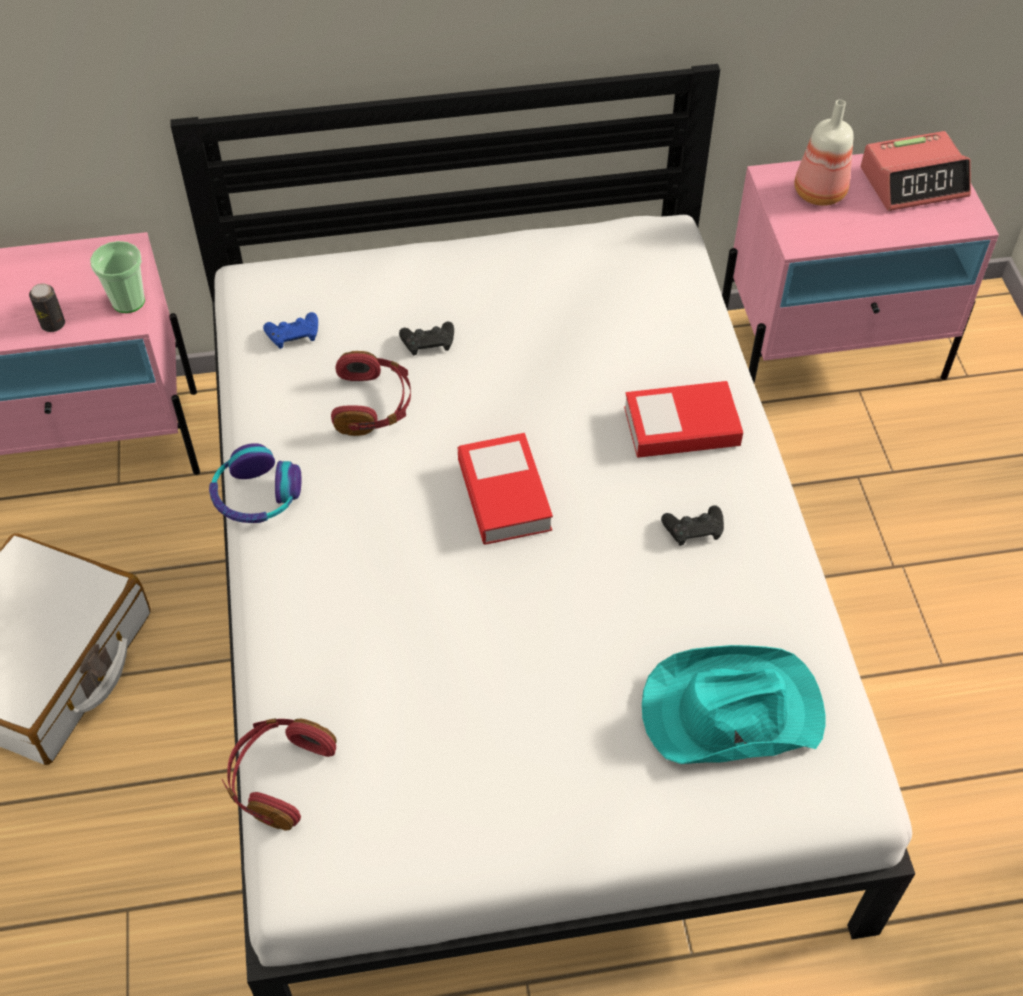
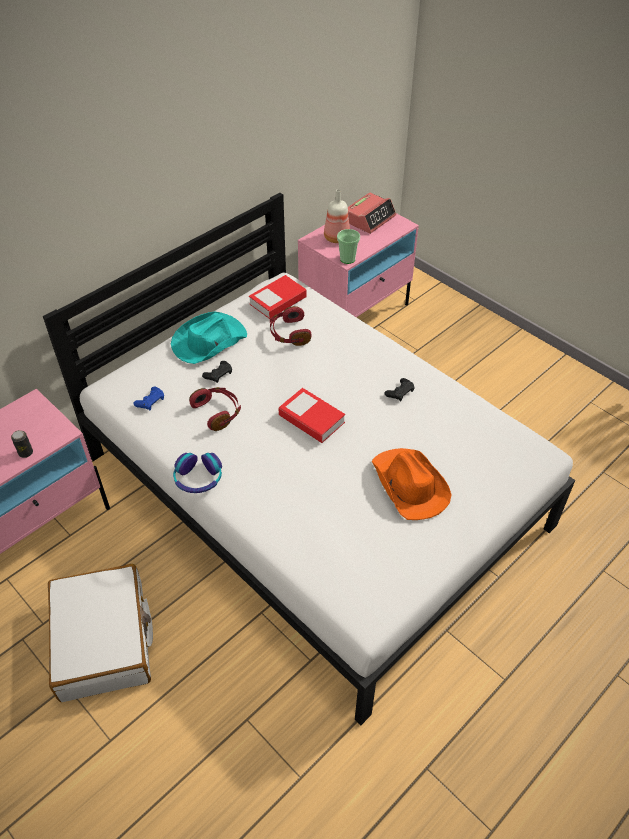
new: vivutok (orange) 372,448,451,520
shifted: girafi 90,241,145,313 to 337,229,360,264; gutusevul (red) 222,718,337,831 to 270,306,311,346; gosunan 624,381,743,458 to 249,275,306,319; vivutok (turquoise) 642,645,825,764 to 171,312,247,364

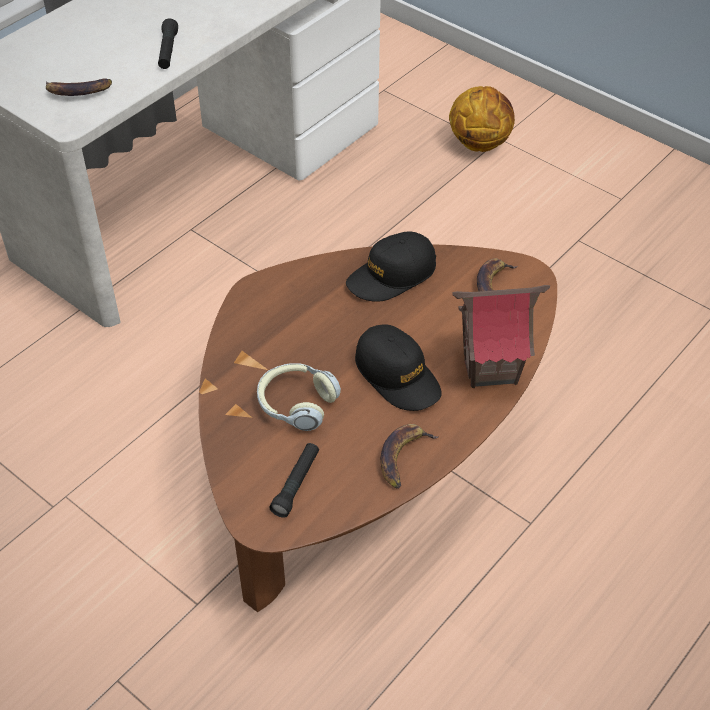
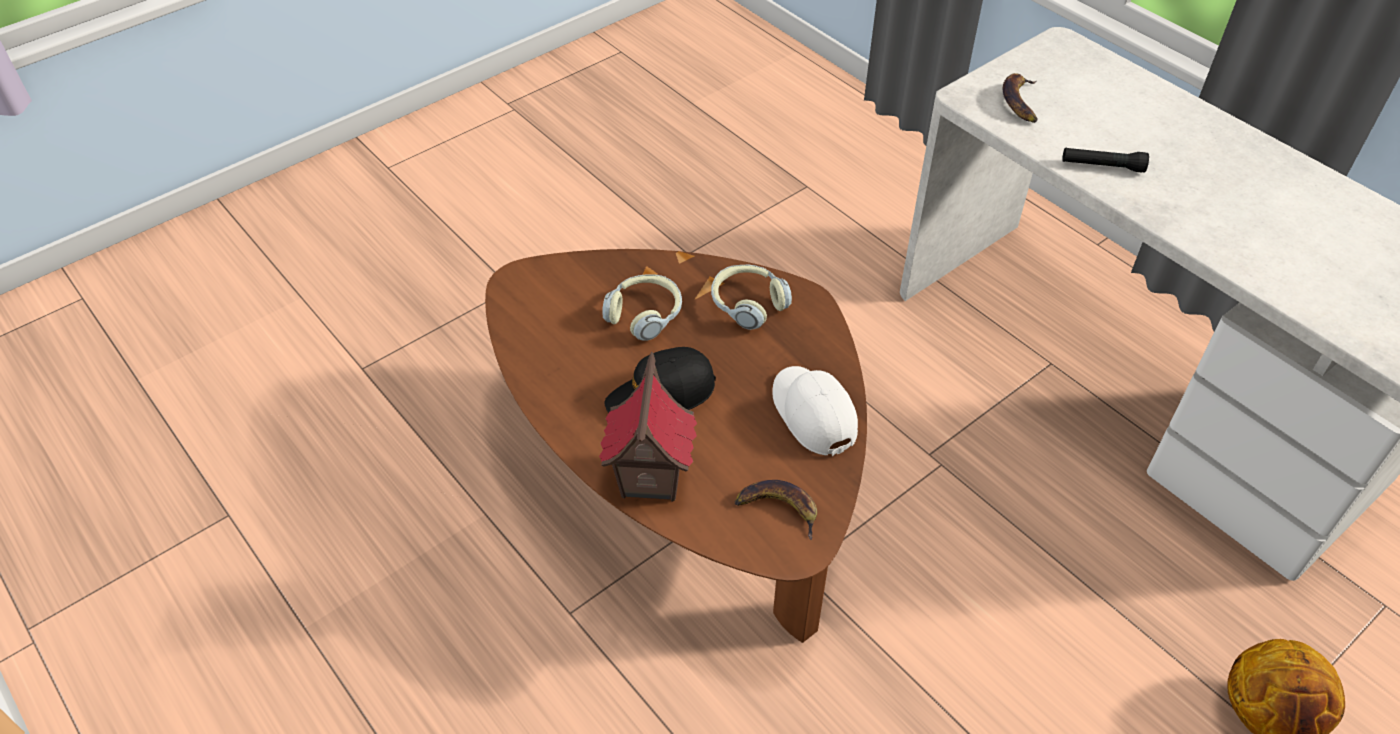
gone: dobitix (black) 269,443,319,518; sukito 380,424,439,489
new: gutusevul 711,265,792,330
repainted: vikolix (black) 346,231,436,302 to vikolix (white) 772,366,858,456

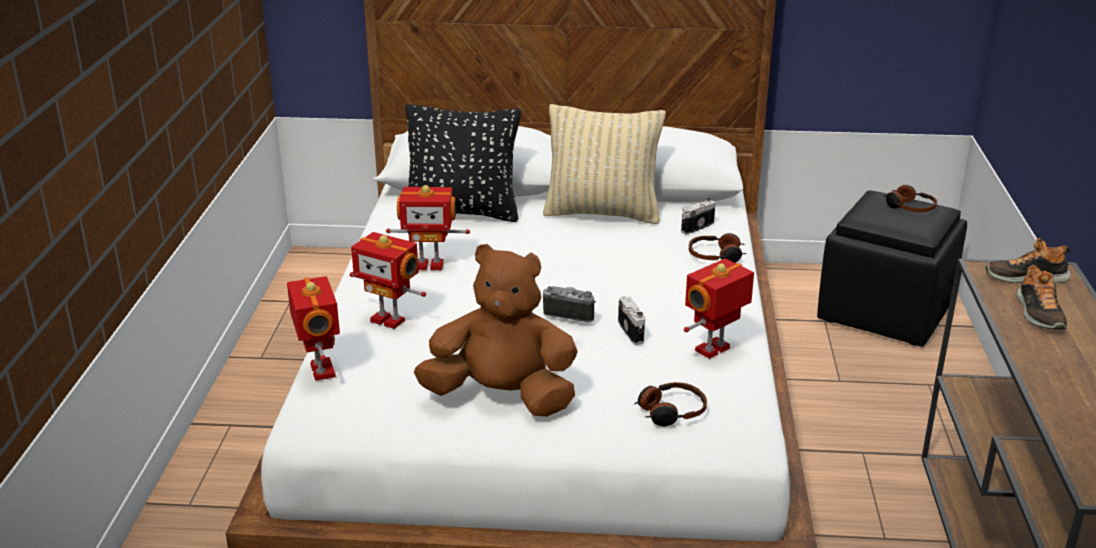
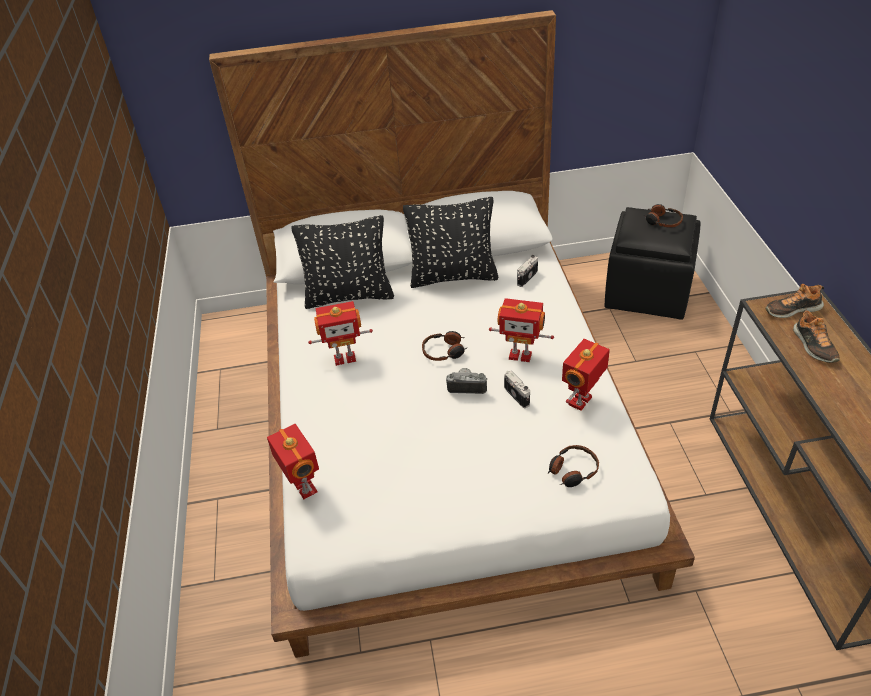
gone: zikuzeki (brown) 414,244,578,417
shifted: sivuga 350,232,426,329 to 489,298,554,362; gutusevul 689,233,747,263 to 422,331,467,361
repainted: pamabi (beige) 543,104,666,224 to pamabi (black) 403,197,499,288

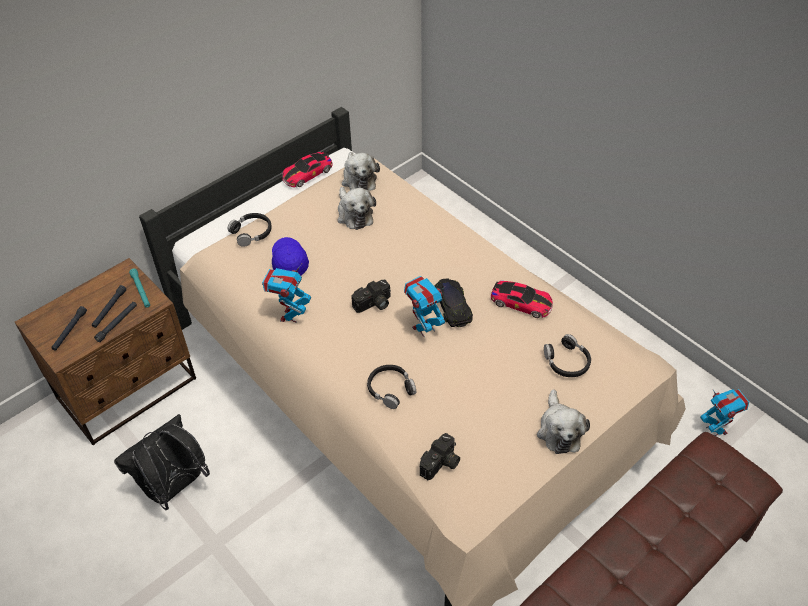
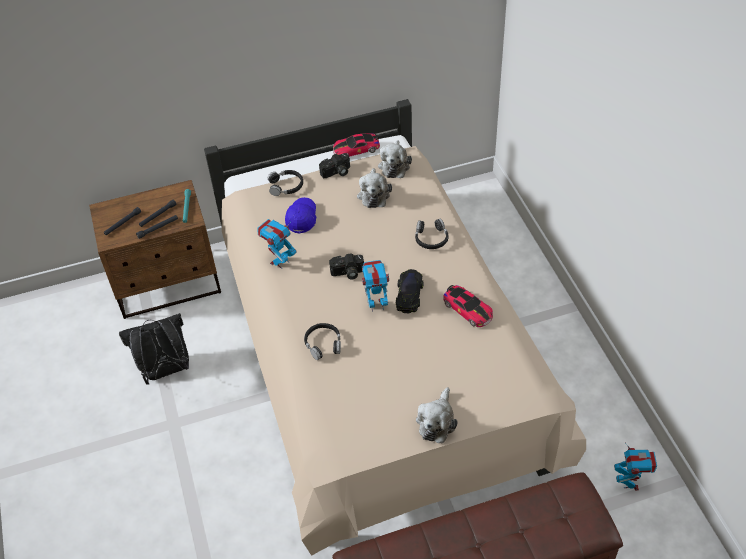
shifted: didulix 420,433,460,480 to 319,153,350,178; gutusevul (black) 544,334,591,377 to 415,219,449,249

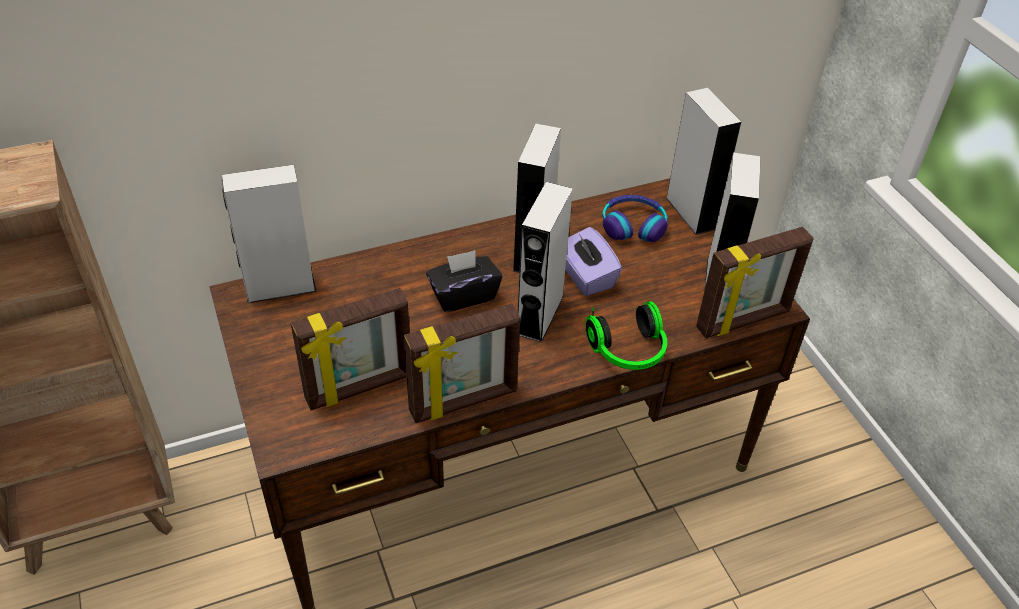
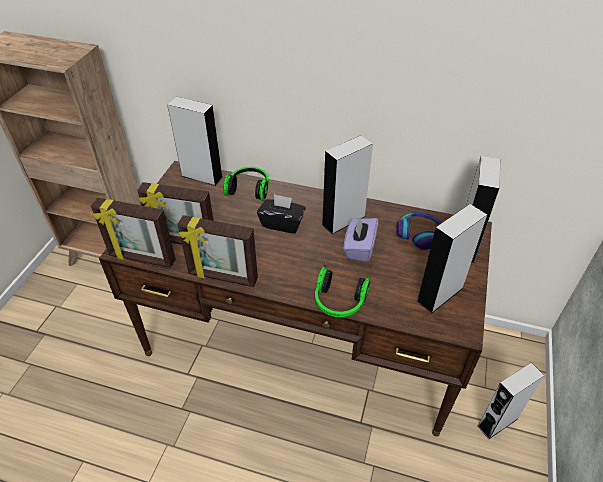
new: gutusevul 223,167,269,201
shifted: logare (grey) 518,182,573,342 to 477,363,545,439; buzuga 696,227,814,338 to 91,197,176,268

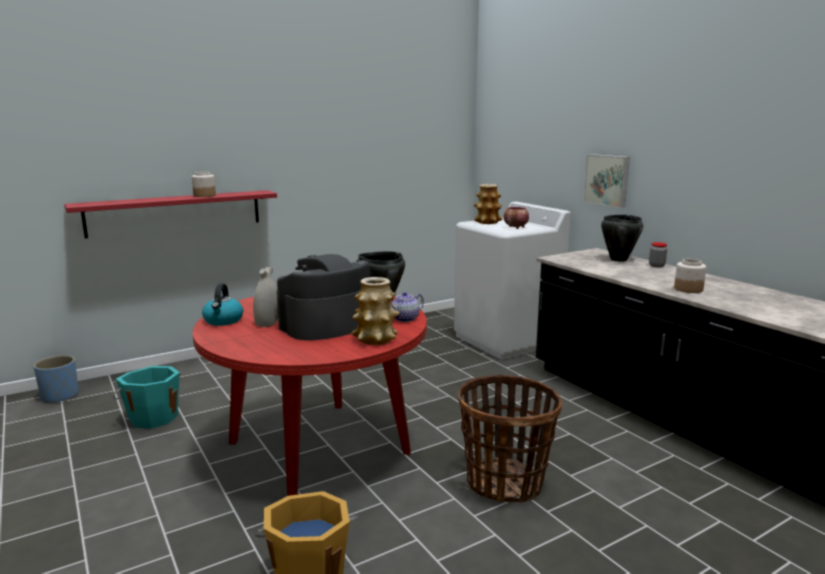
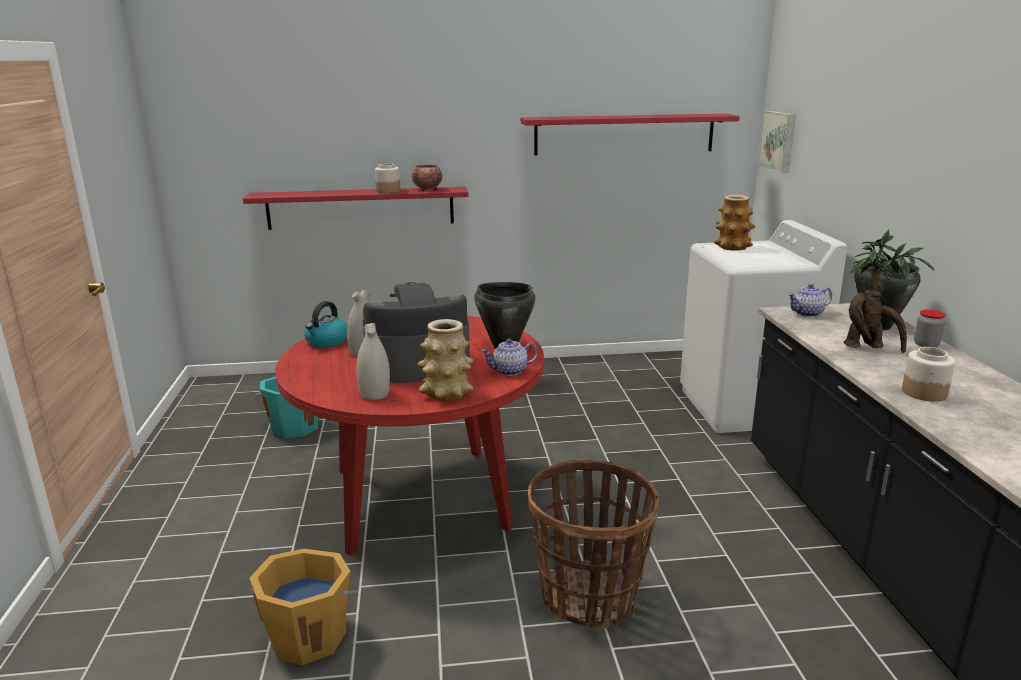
gone: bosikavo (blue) 33,355,79,404
new: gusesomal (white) 356,323,390,400; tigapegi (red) 520,114,740,155; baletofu 788,284,832,317; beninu 844,229,934,353
shifted: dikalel 504,207,529,229 to 412,165,442,191; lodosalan 583,154,630,208 to 758,111,796,173

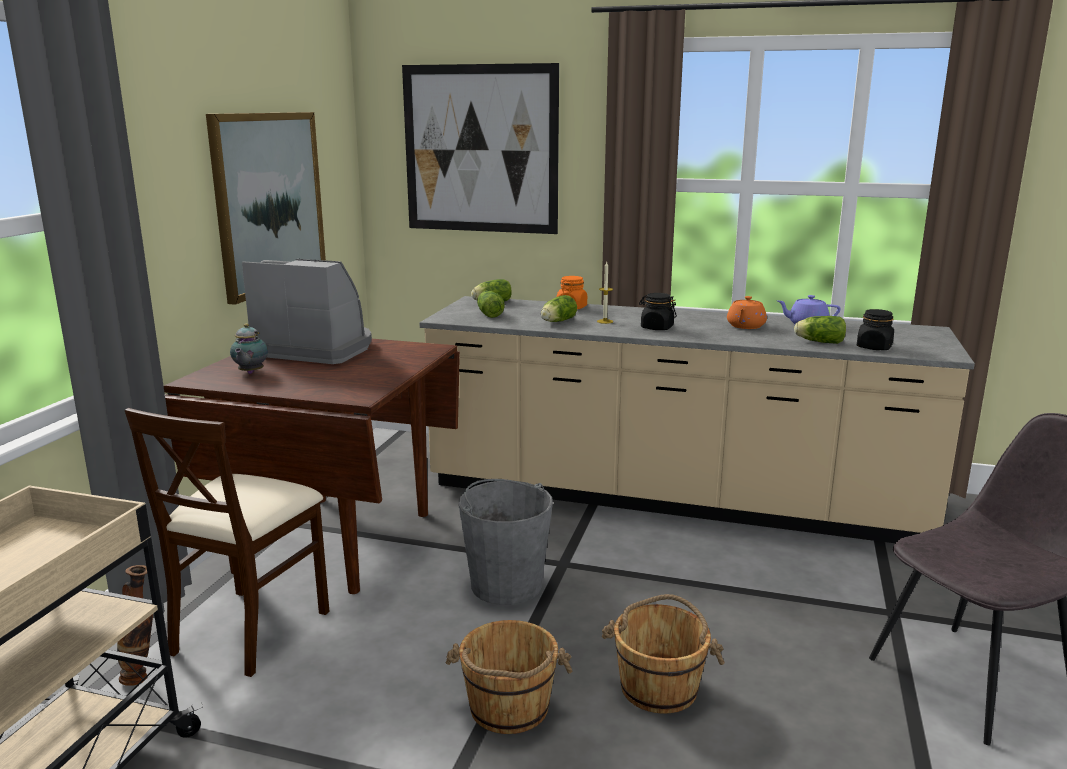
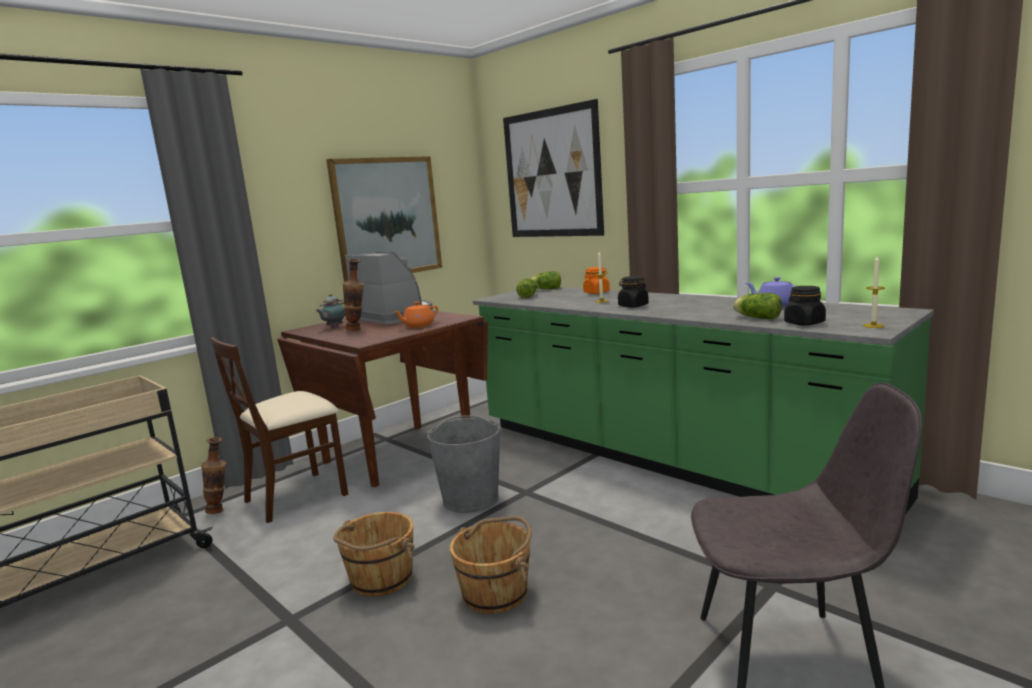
gone: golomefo 541,295,577,322
new: gusesomal 342,259,364,330; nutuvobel 863,256,885,328
shifted: baletofu (orange) 727,296,767,329 to 393,302,438,328
repainted: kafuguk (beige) 420,296,975,543 to kafuguk (green) 473,287,934,513

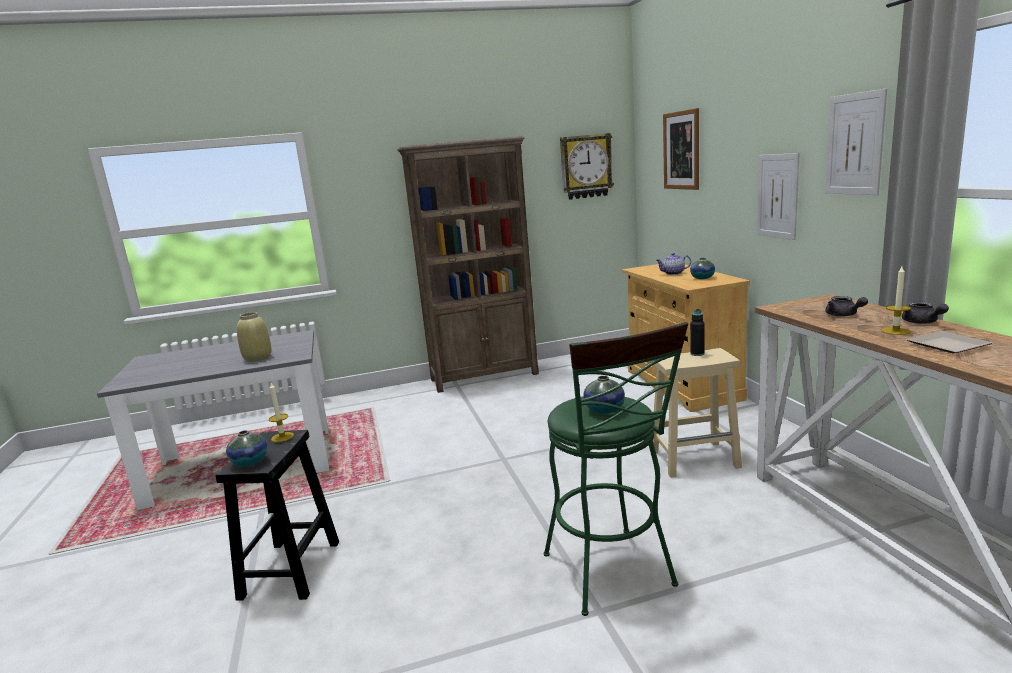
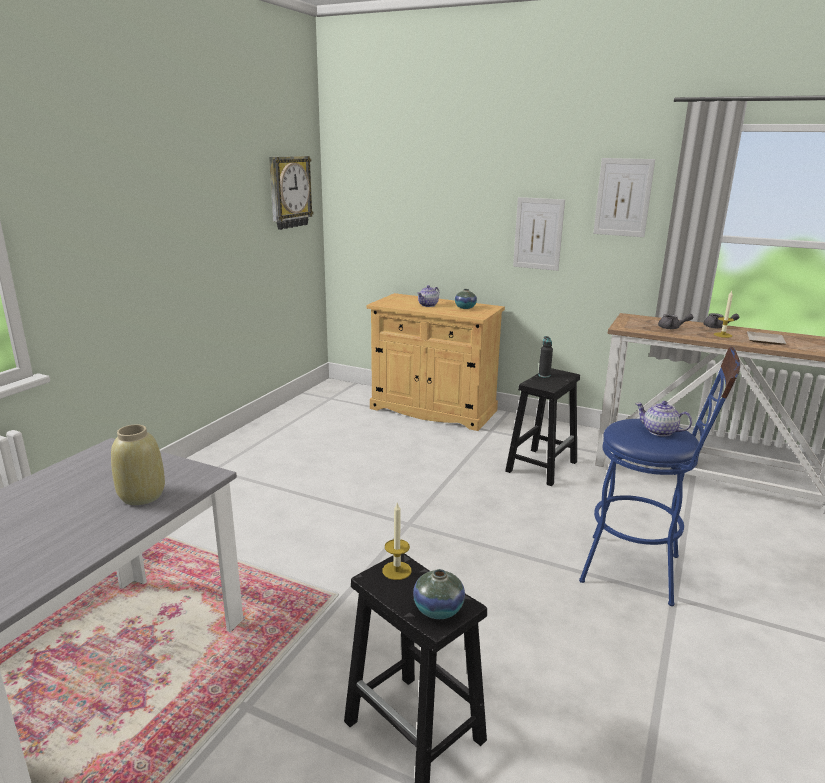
gone: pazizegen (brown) 398,136,539,393; lodosalan 663,108,699,190
swapped: gusesomal 583,376,625,414 to baletofu 635,401,692,437
repainted: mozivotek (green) 544,322,688,616 to mozivotek (blue) 579,347,740,606; mozivotek (beige) 651,348,742,478 to mozivotek (black) 505,368,580,486

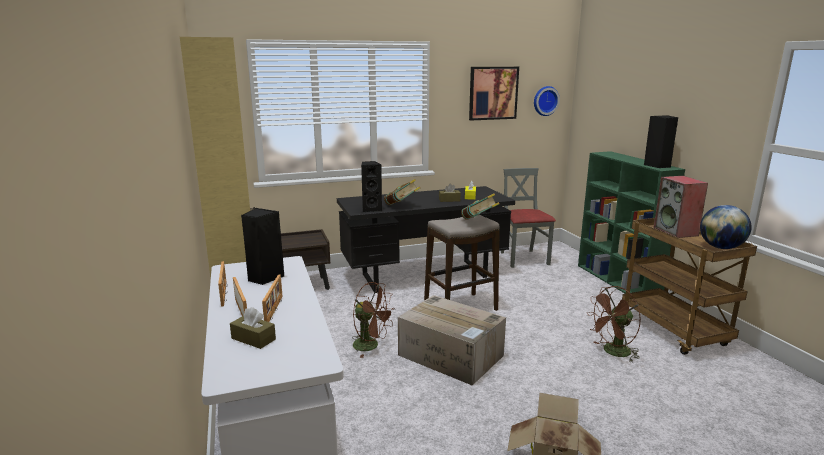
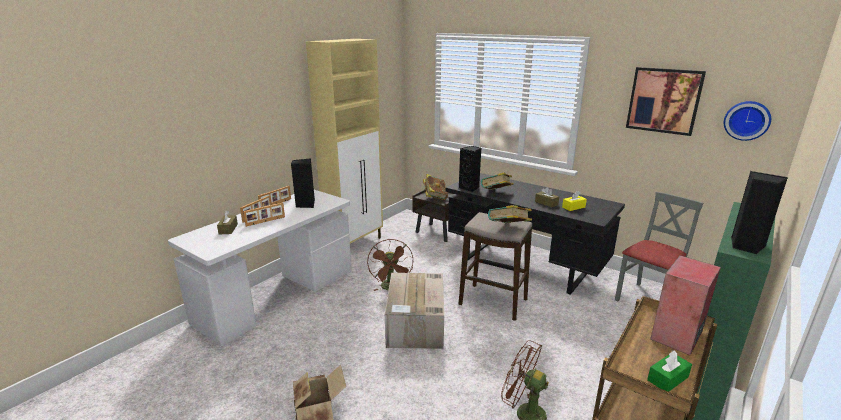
new: gosunan 423,174,448,200
swapped: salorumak 700,205,752,249 to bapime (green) 647,350,692,392

